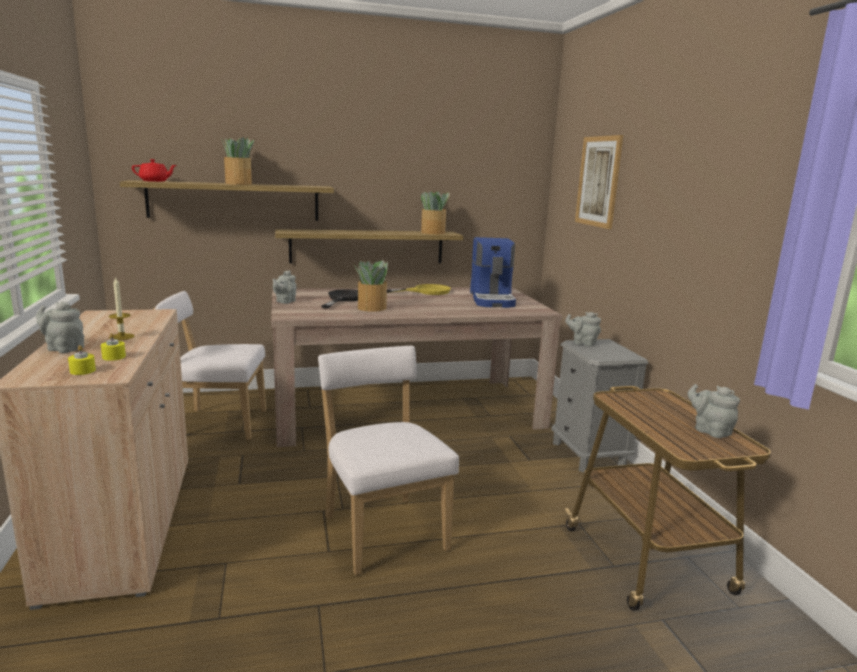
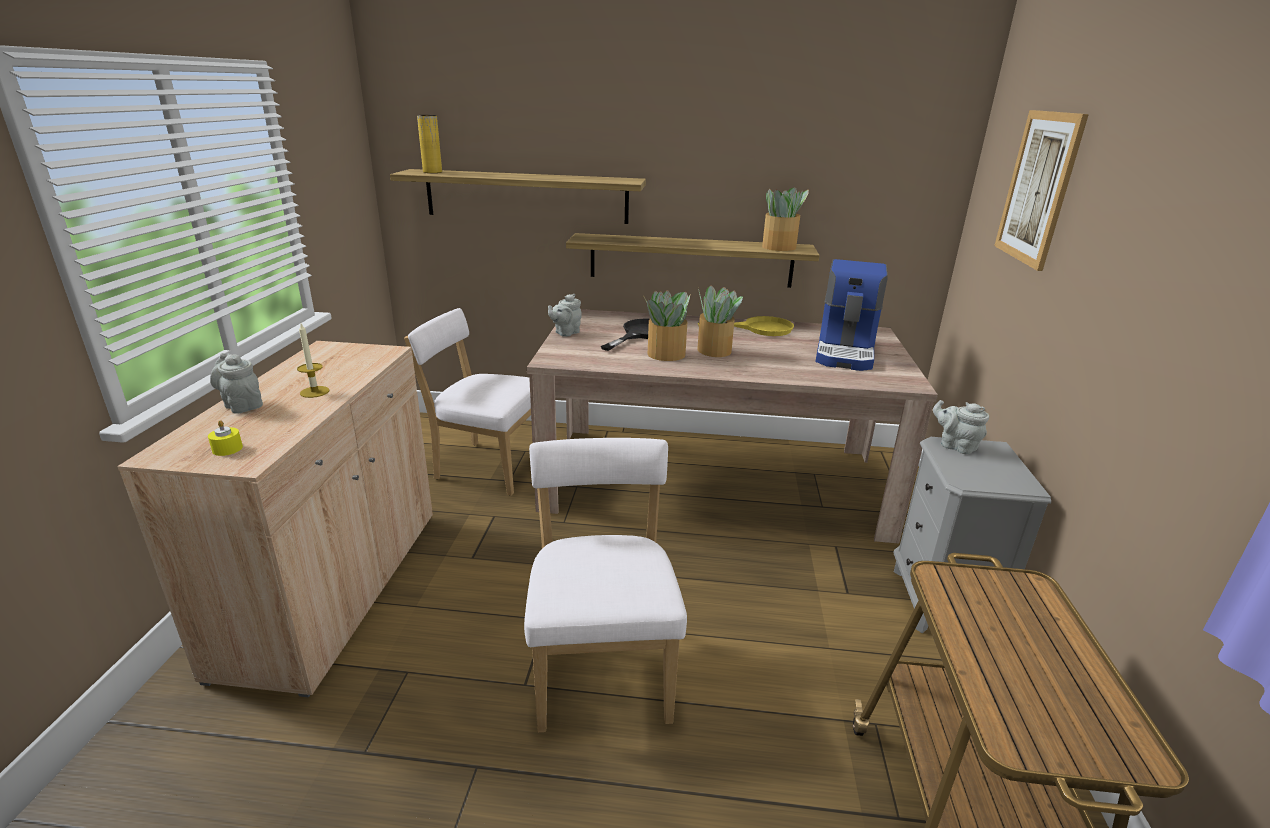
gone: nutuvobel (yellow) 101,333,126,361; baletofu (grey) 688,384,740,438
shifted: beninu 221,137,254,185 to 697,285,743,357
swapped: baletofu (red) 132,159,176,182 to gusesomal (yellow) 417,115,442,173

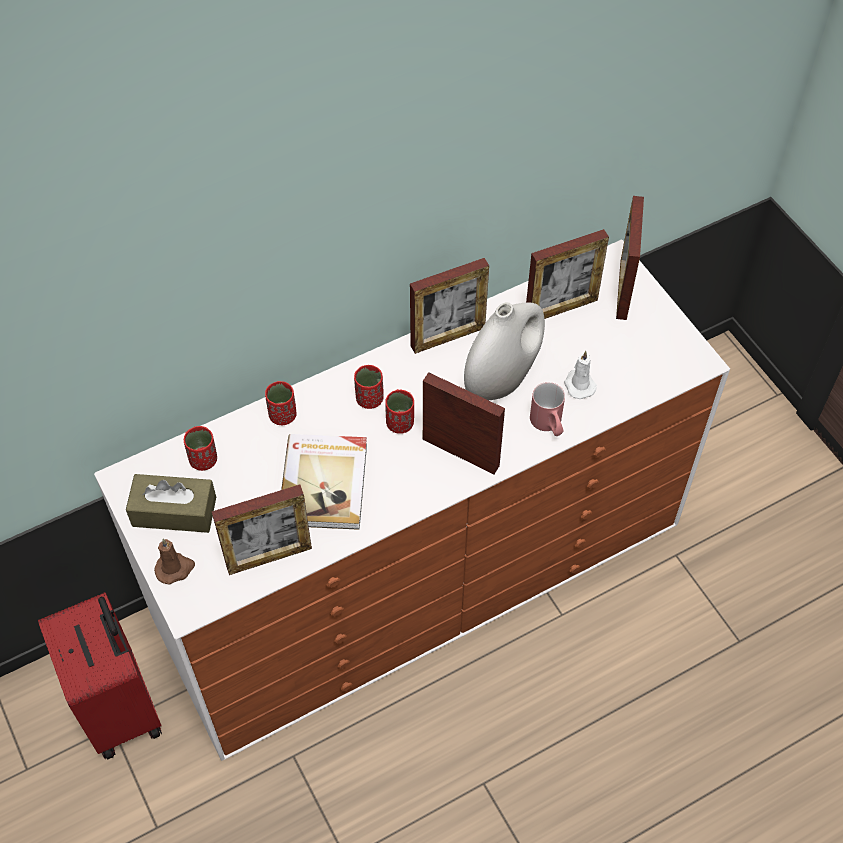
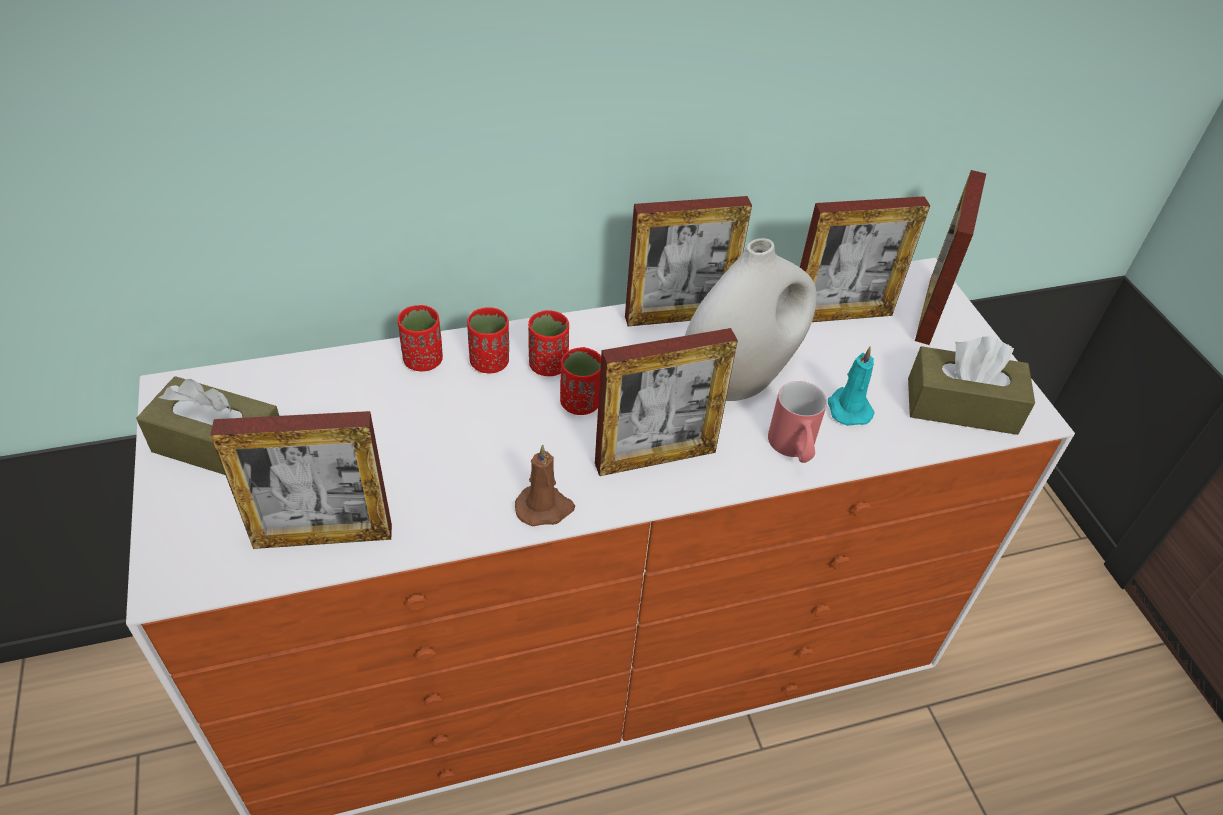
gone: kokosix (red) 38,592,162,759; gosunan 281,434,367,530
new: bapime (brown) 908,336,1035,435
shifted: nutuvobel (brown) 154,539,195,585 to 515,445,575,527; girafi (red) 184,426,217,471 to 467,307,509,374
repainted: nutuvobel (white) 564,351,597,399 to nutuvobel (turquoise) 828,347,875,426
rotated: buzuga 423,372,505,474 = 595,328,738,476 120 degrees clockwise

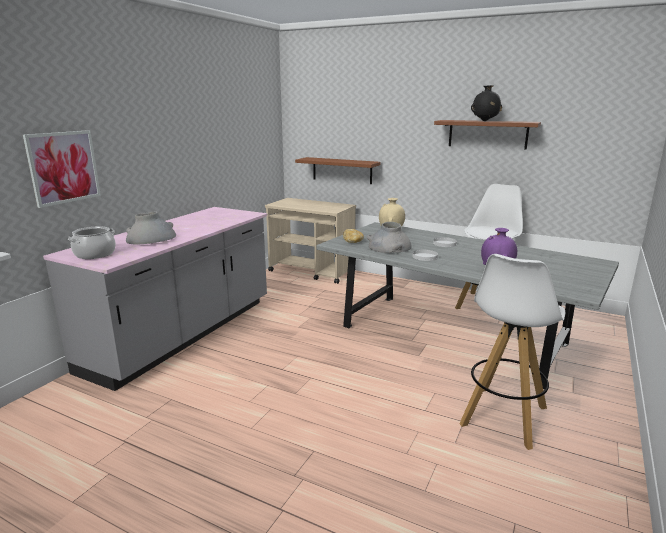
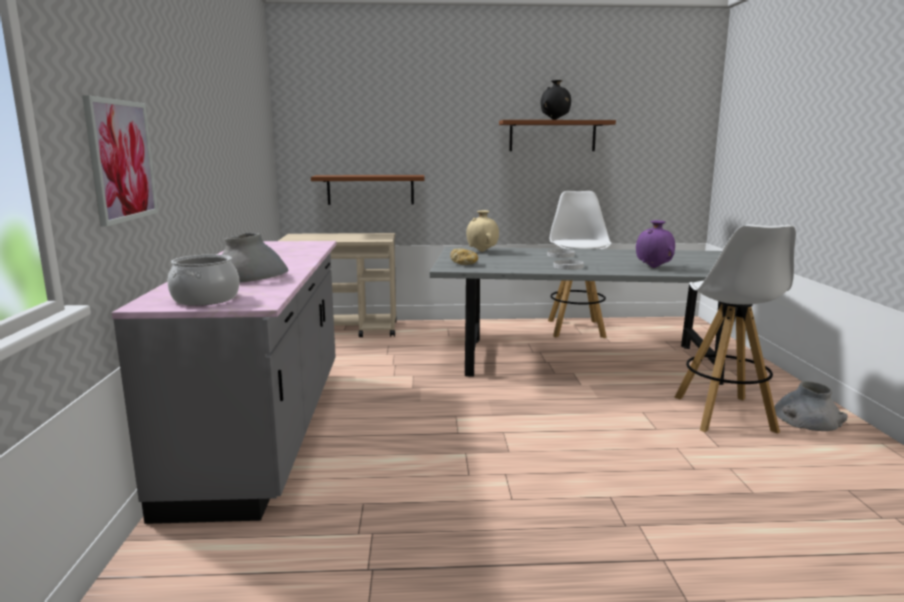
shifted: gusesomal (grey) 367,222,412,253 to 774,381,848,431

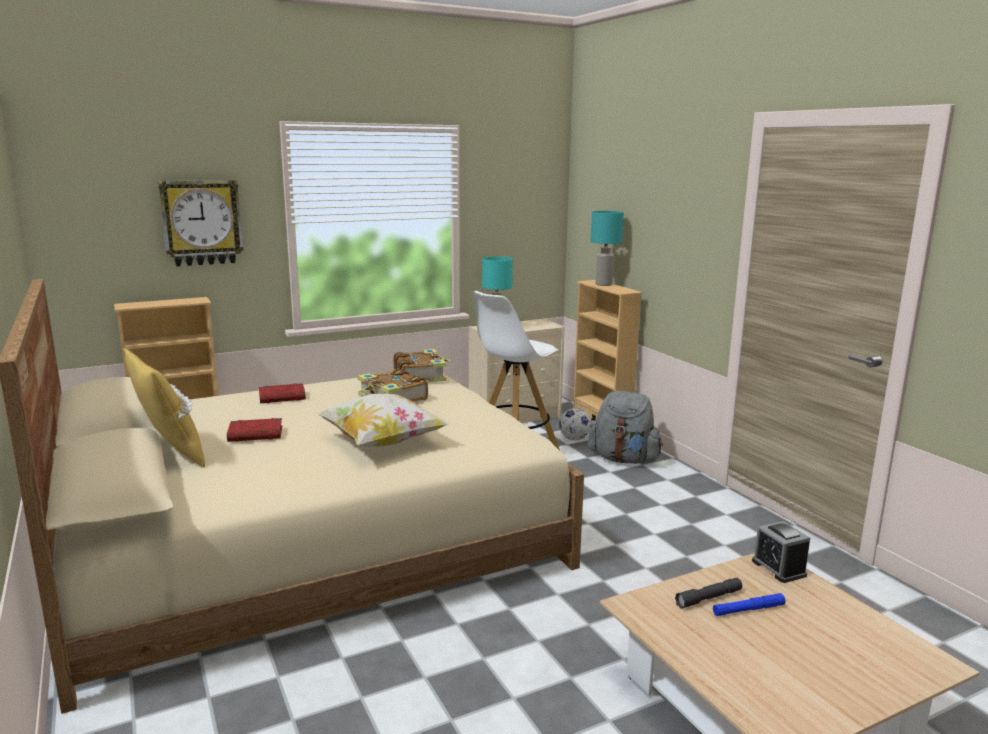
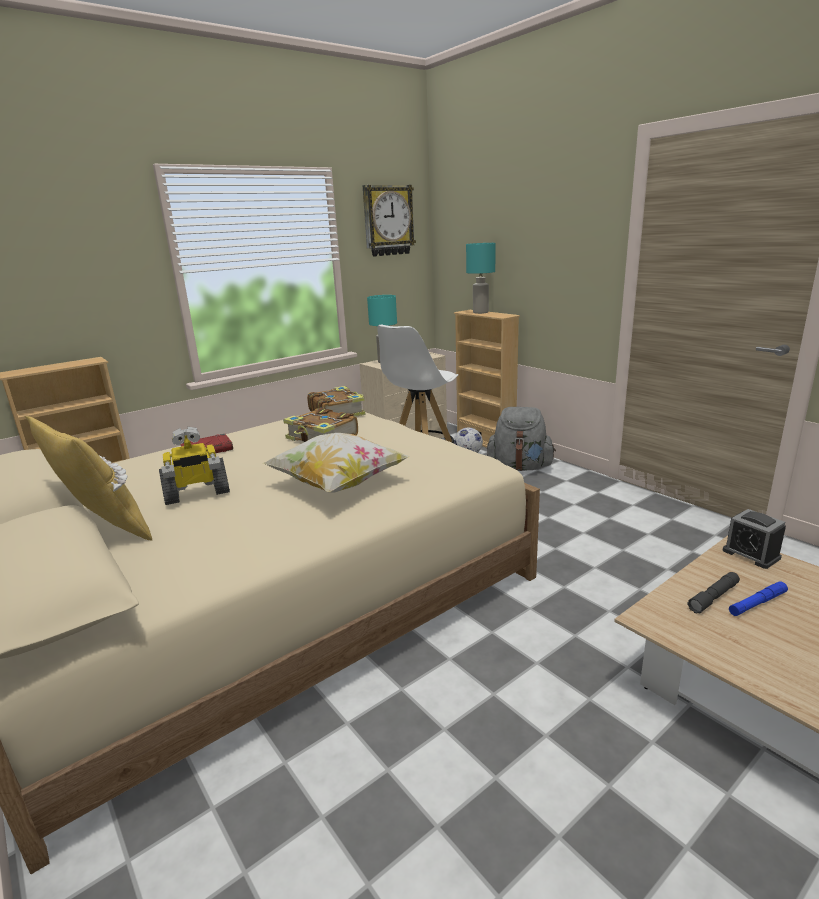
shifted: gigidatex 158,180,244,266 to 363,185,416,257
swapped: gosunan (red) 227,418,282,442 to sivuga 159,427,230,505

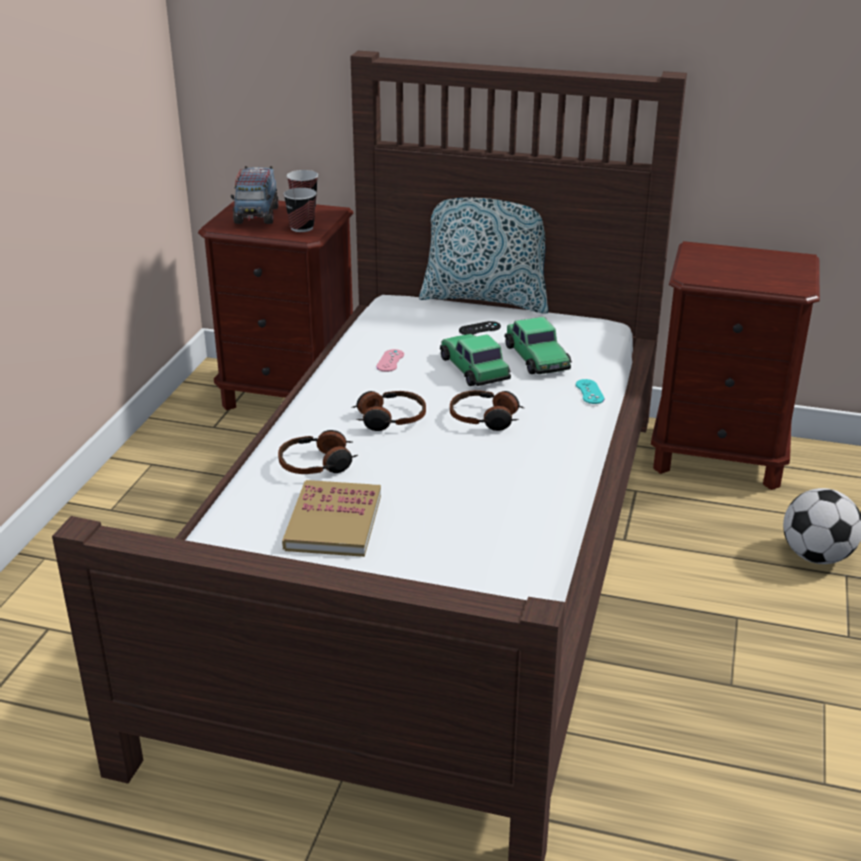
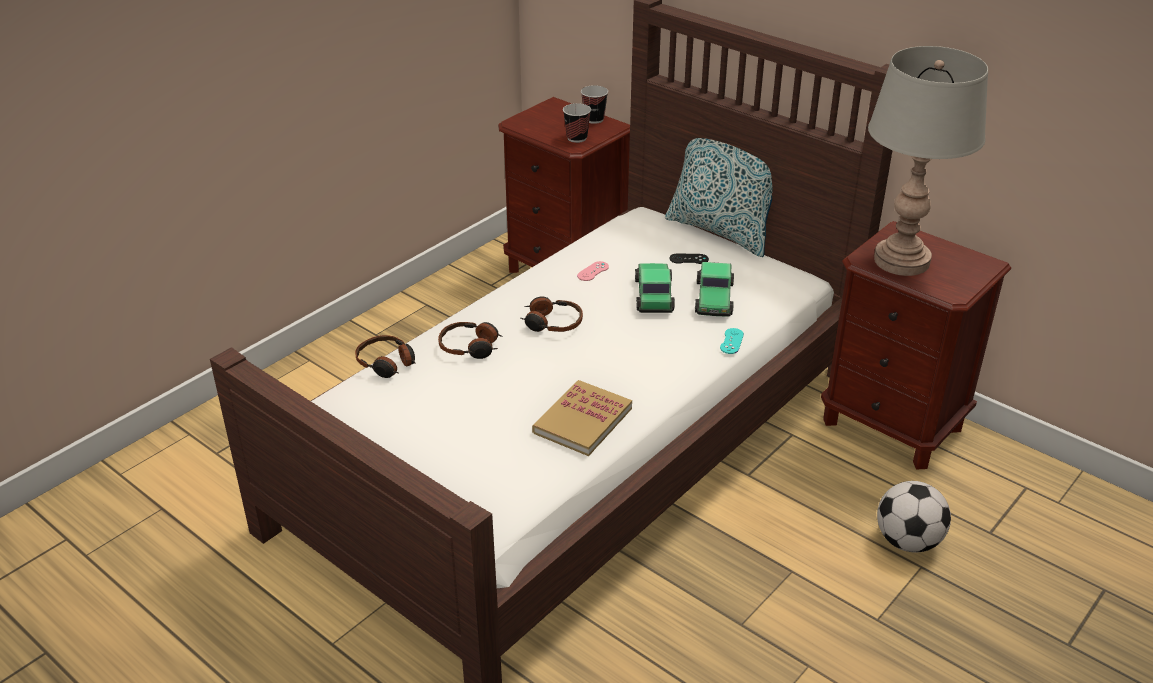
gone: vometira 231,166,279,224
new: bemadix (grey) 868,46,988,276
shifted: gosunan 282,480,381,557 to 532,380,632,456; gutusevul 450,390,524,431 to 355,335,416,378

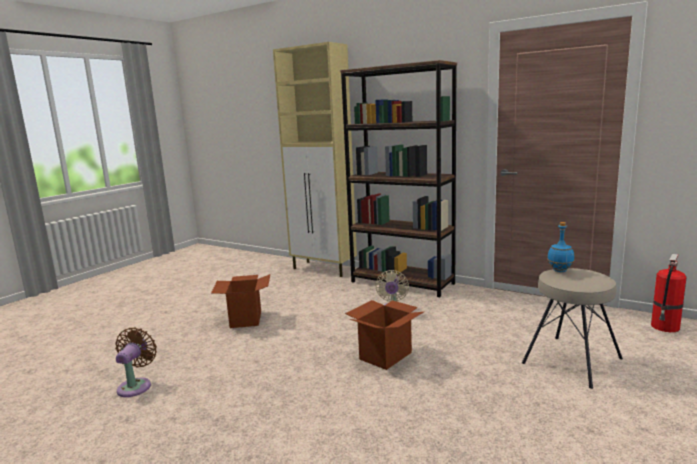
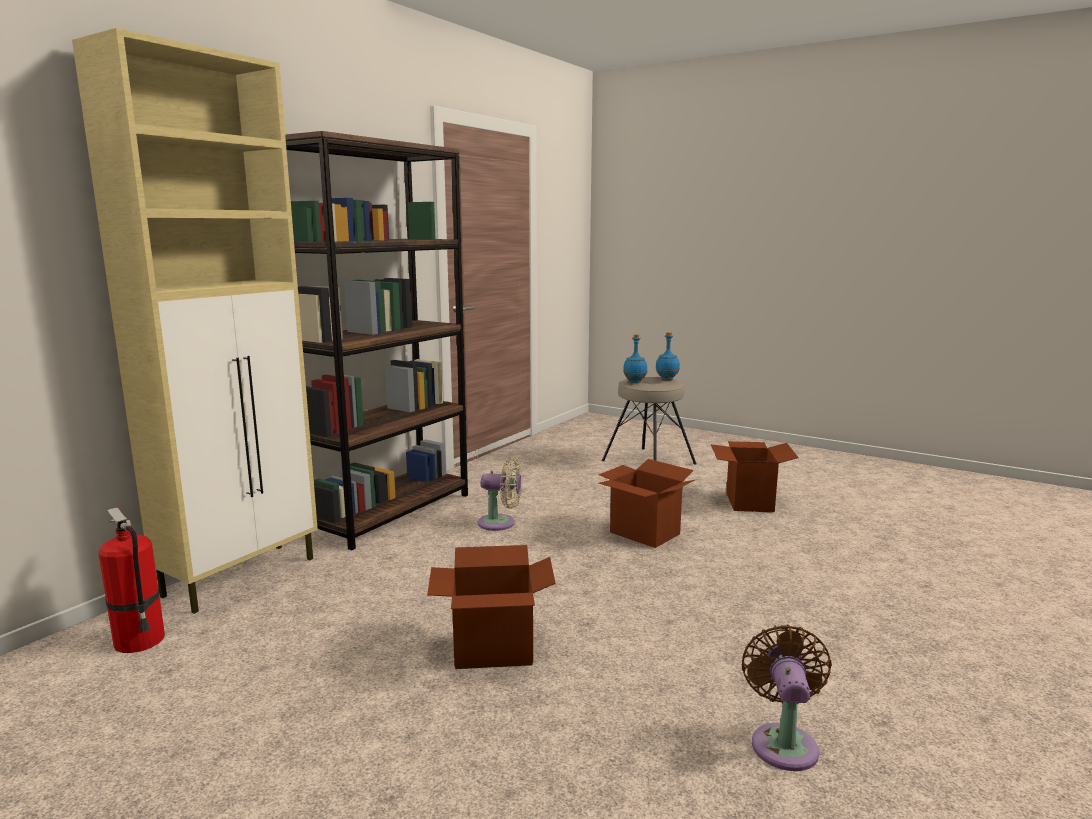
new: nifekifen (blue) 656,332,680,380; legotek 711,441,799,512
shifted: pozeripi 651,254,687,332 to 98,507,165,653
rotated: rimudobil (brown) 115,327,157,397 = 742,625,832,771 90 degrees clockwise

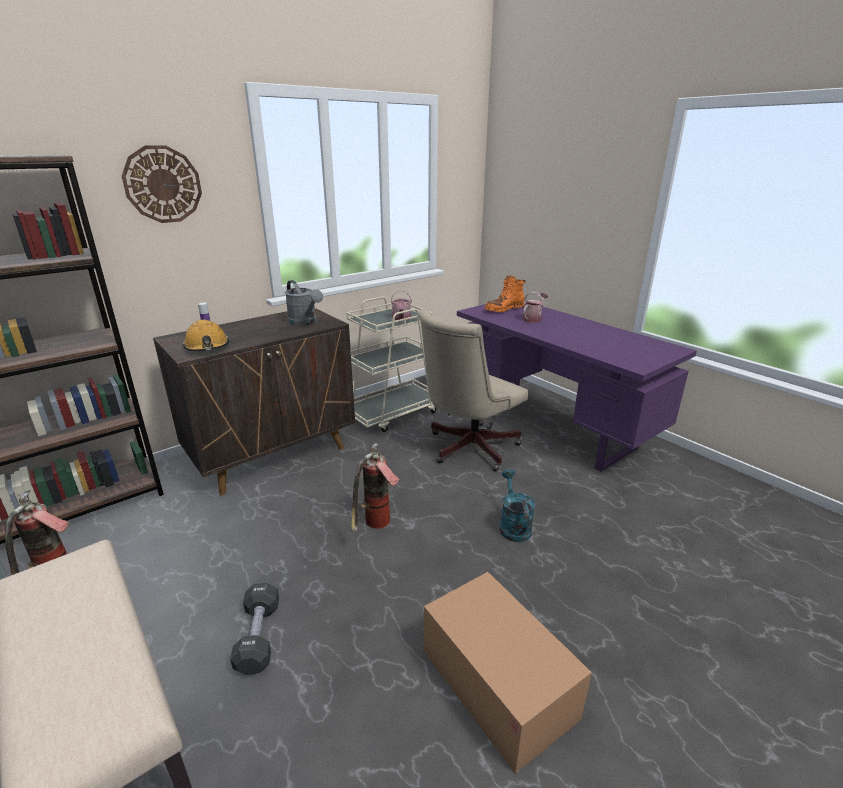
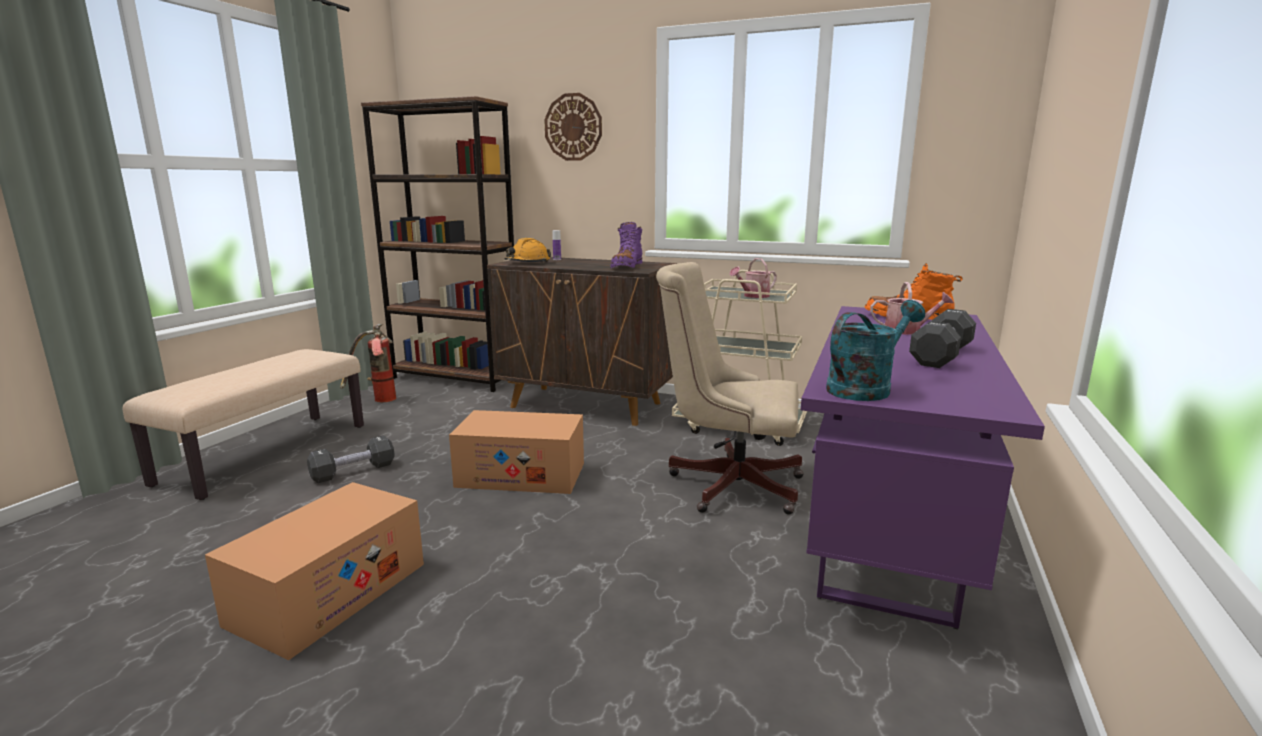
new: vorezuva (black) 909,309,976,368
shifted: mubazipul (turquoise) 500,469,535,542 to 826,300,925,401
swapped: mubazipul (grey) 285,280,323,326 to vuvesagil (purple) 611,222,642,268; pozeripi 351,442,400,533 to legotek 449,410,584,494

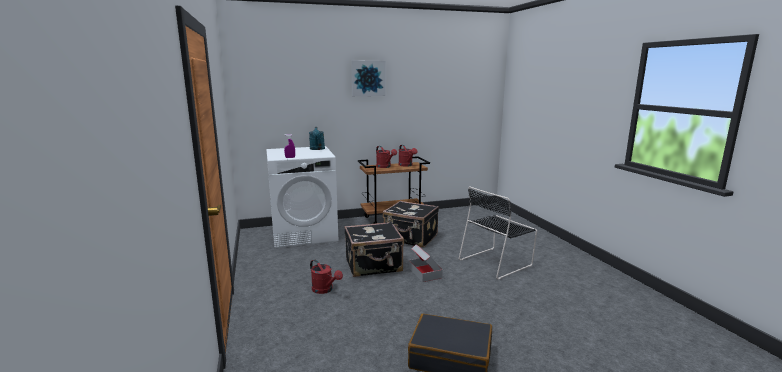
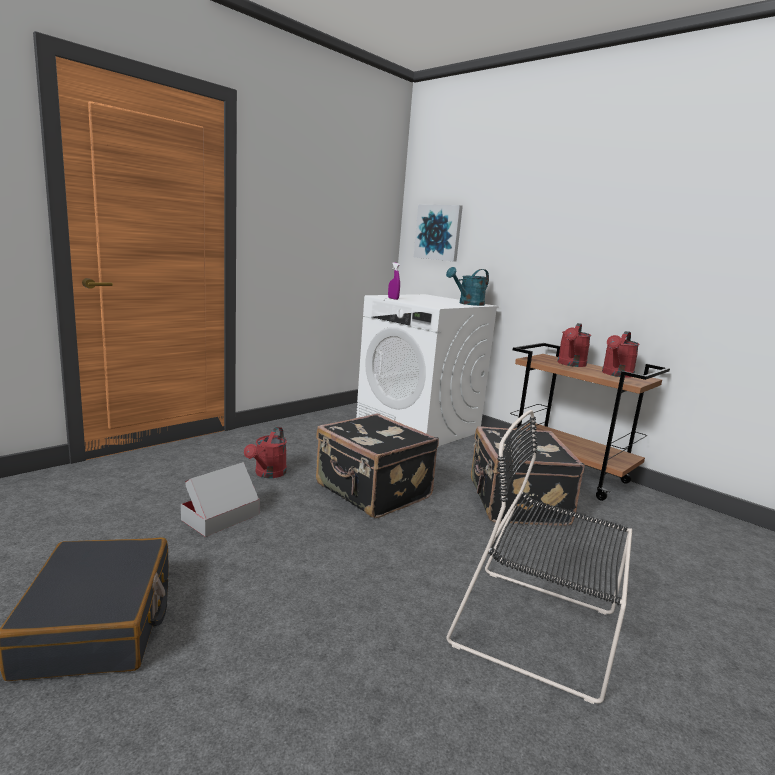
shifted: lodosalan 351,61,386,96 to 414,204,463,262; legotek 409,244,443,282 to 181,462,260,537

